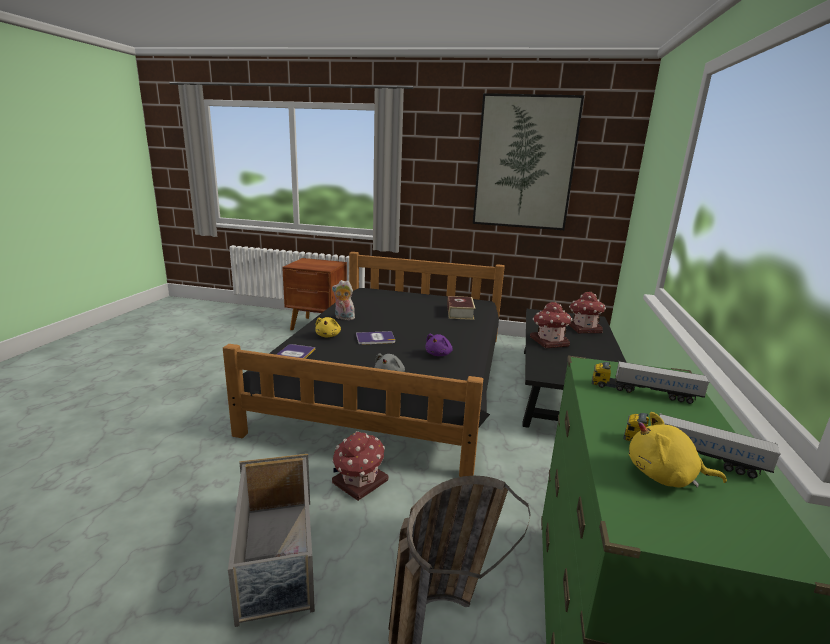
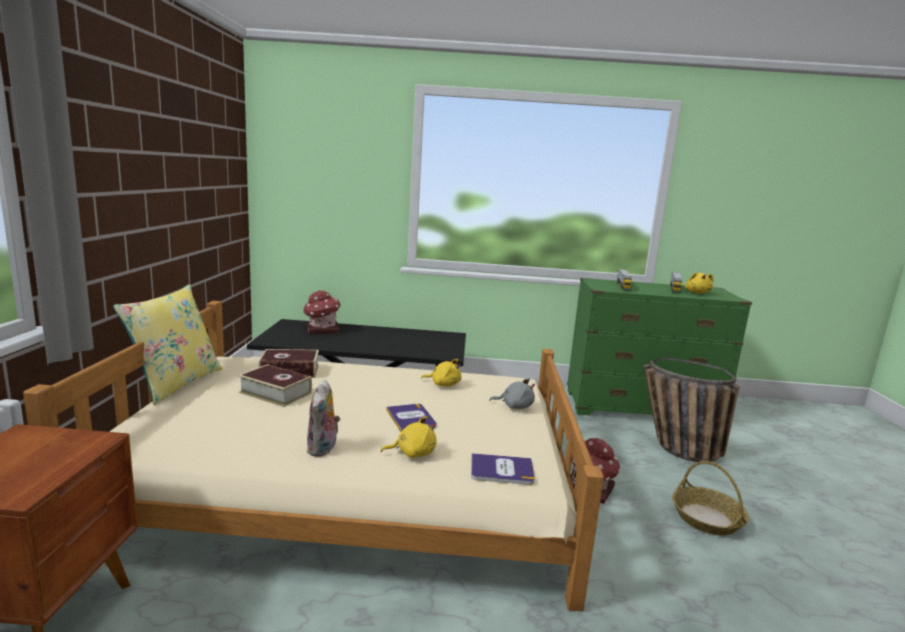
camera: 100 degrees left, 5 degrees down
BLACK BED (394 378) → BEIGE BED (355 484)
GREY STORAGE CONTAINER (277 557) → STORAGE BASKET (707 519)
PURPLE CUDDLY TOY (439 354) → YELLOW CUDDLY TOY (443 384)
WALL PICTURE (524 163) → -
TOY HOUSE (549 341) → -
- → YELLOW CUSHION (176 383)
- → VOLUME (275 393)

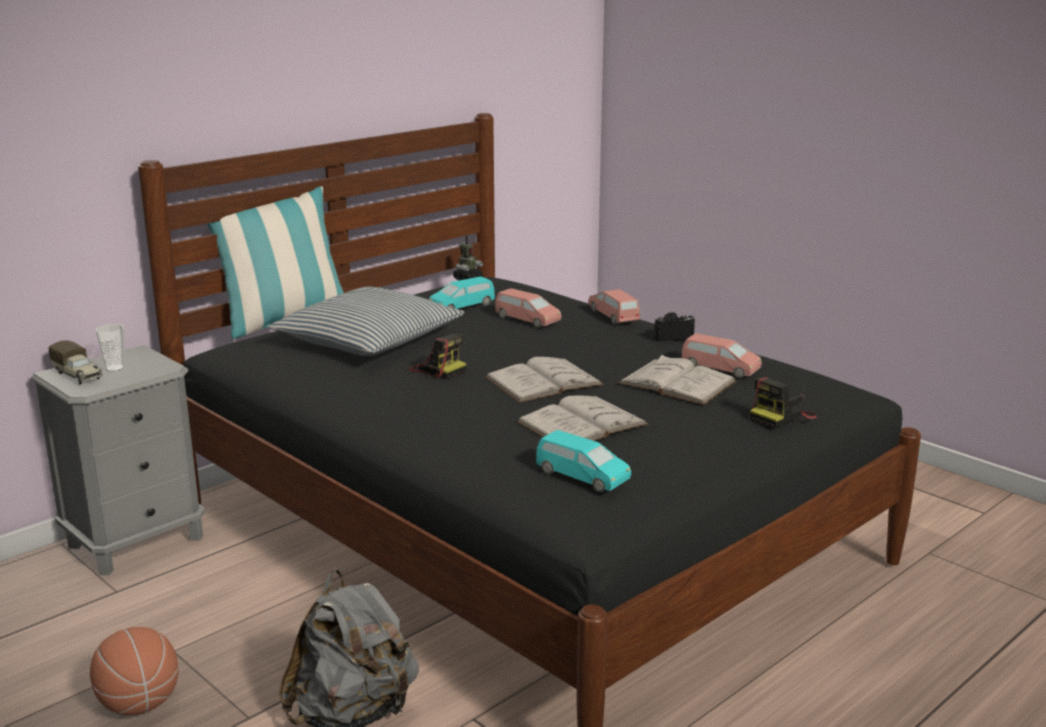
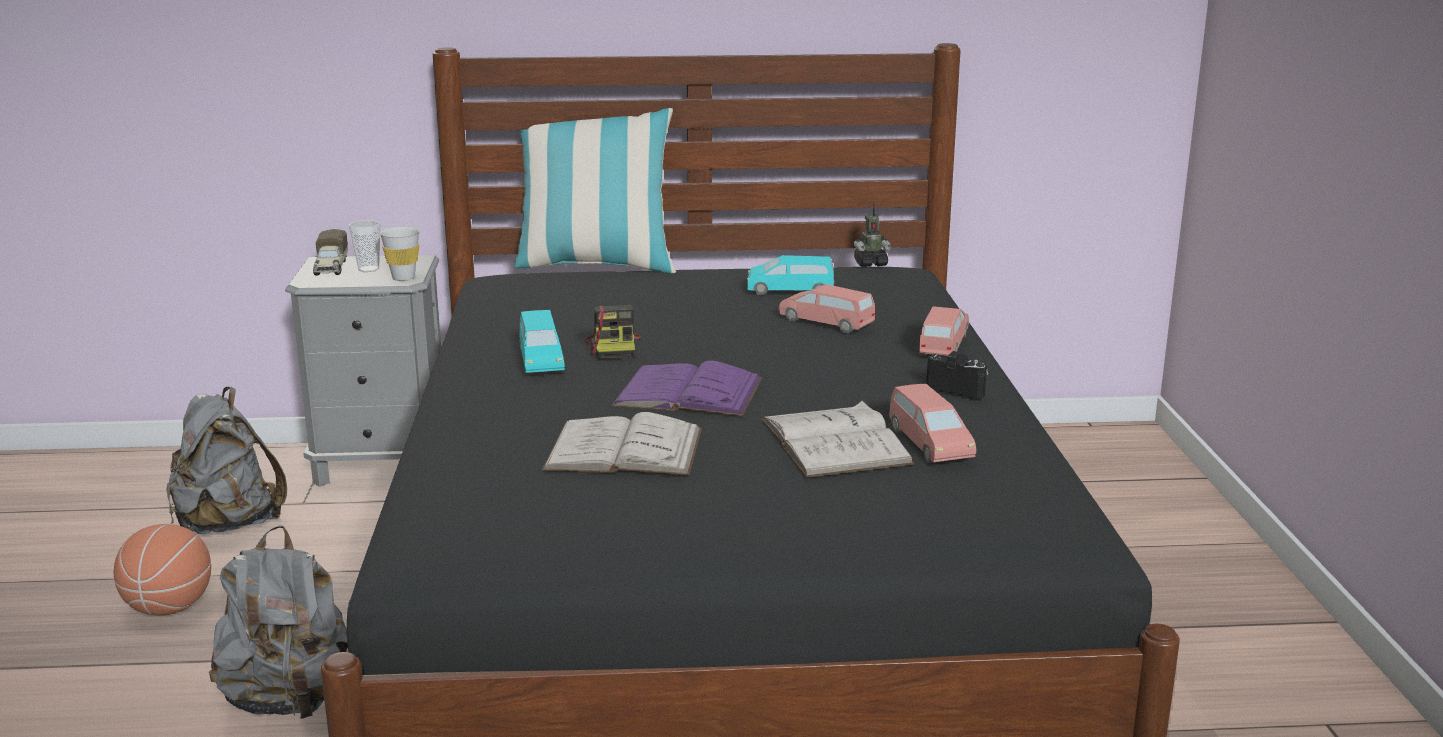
camera: 40 degrees right, 0 degrees up
CUSHION (368 340) → -
WHITISH VOLUME (543 381) → PURPLE VOLUME (688 392)
PINK TOY CAR (527 320) → PINK TOY CAR (826 323), 135 degrees clockwise
TURQUOISE-COLOURED TOY CAR (582 476) → TURQUOISE-COLOURED TOY CAR (541 360), shifted
PHOTO CAMERA (781 416) → -
- → GREY BACKPACK (227 524)
- → WHITISH SMALL CUP (403 278)

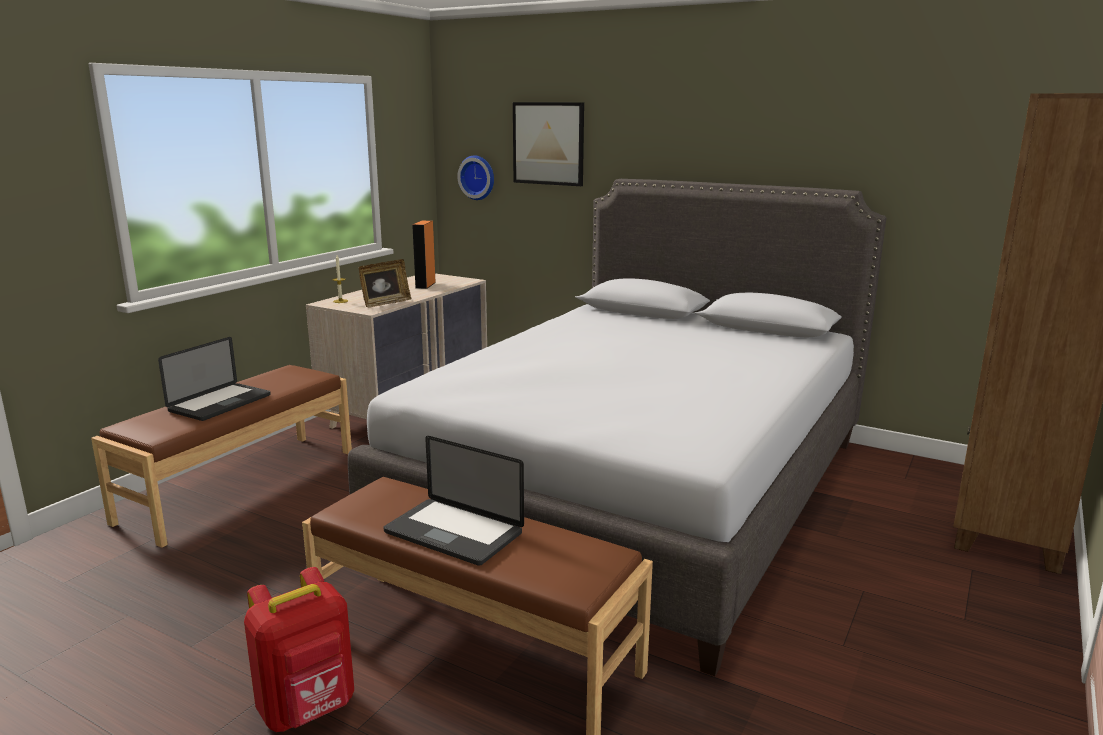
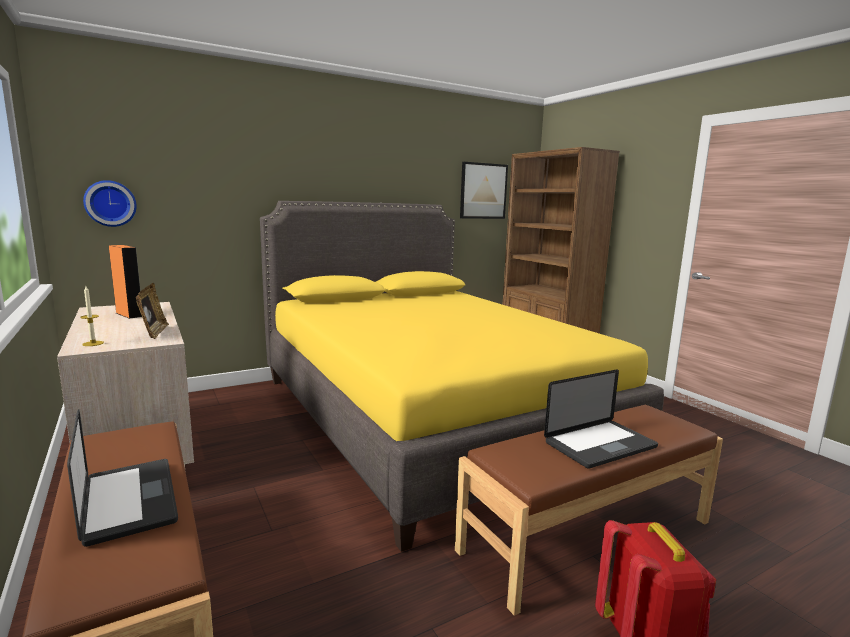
camera: 60 degrees left, 5 degrees down
GREY BED (638 490) → YELLOW BED (428 417)
WALL PICTURE (548 143) → WALL PICTURE (483 191), shifted

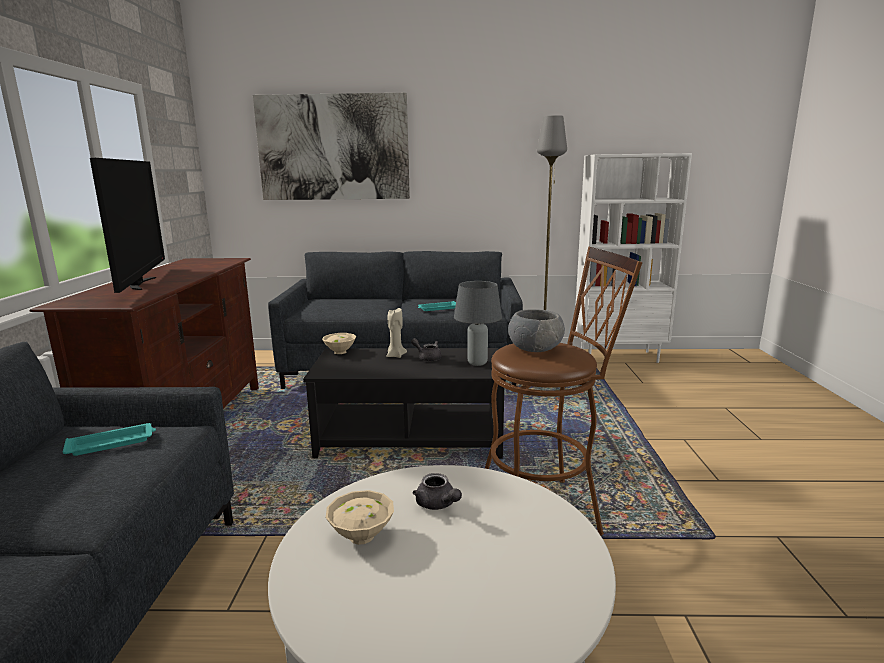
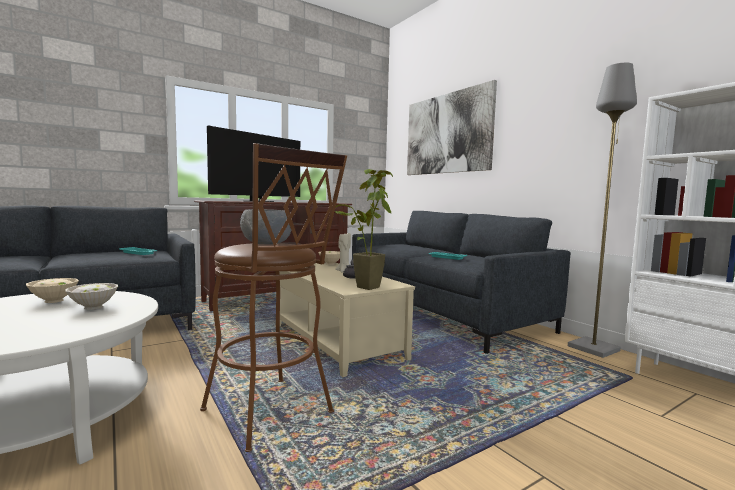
camera: 55 degrees right, 10 degrees down
BLACK LOW TABLE (410 437) → BEIGE LOW TABLE (337 341)
GREY TEAPOT (438 505) → WHITISH DEEP DISH (93 307)
GREY TABLETOP LAMP (477 363) → PLANT IN A POT (363 286)

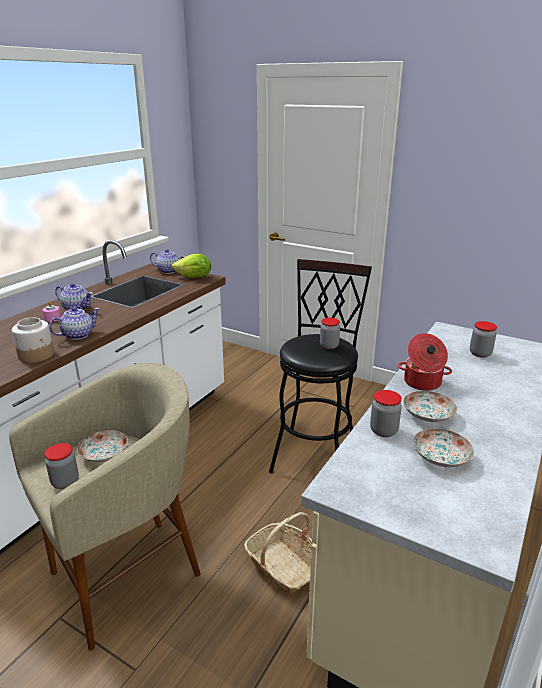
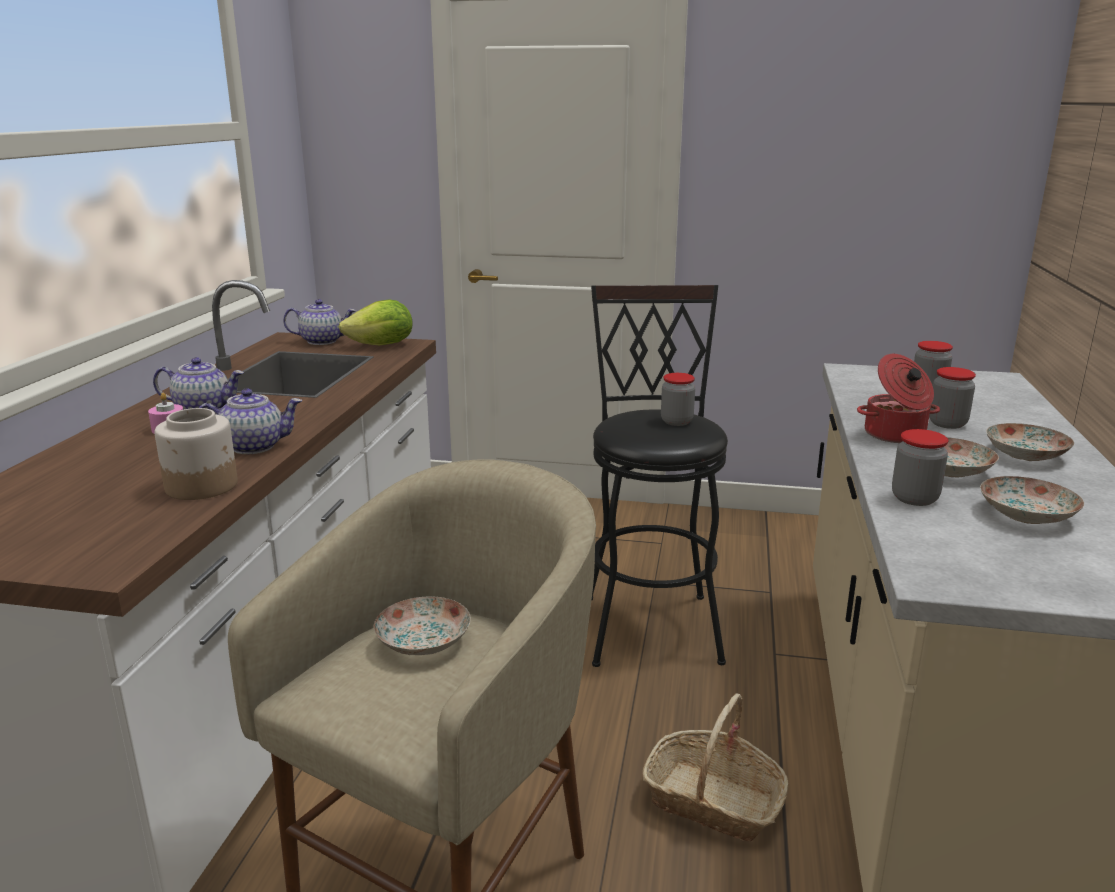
camera: 20 degrees left, 5 degrees down
PRESERVE JAR (65 482) → PRESERVE JAR (947 424), shifted
TEAPOT (78 335) → TEAPOT (254 446), 45 degrees clockwise
- → PLATE (1026 455)

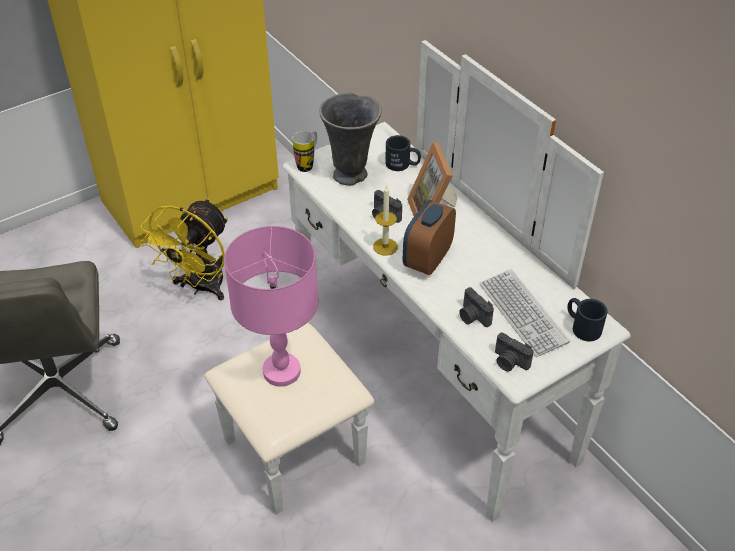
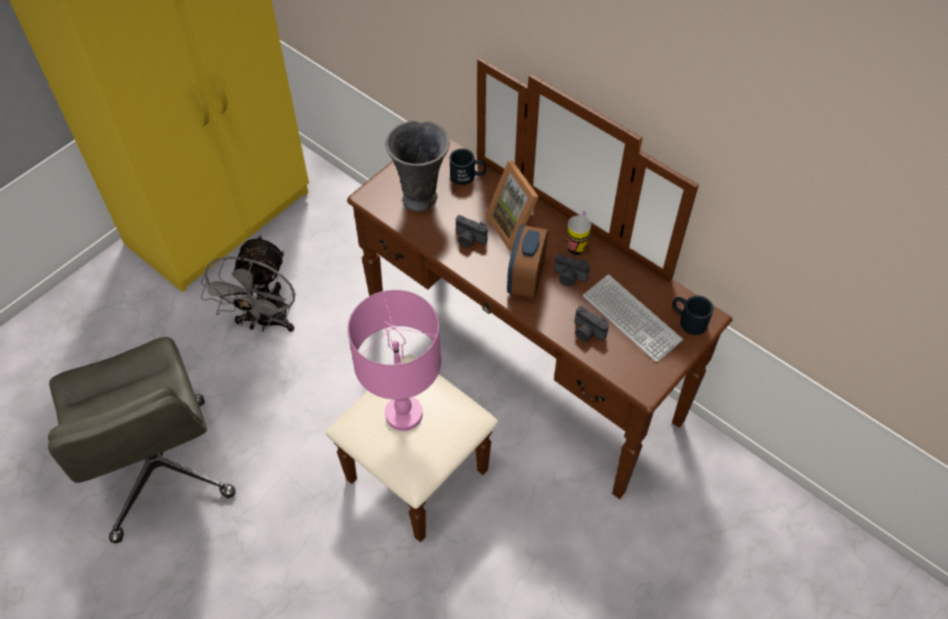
camera: 15 degrees left, 10 degrees up
YELLOW ELECTRIC FAN (200 287) → GREY ELECTRIC FAN (266 322)
WHITISH CHEST OF DRAWERS (401 393) → BROWNISH CHEST OF DRAWERS (500 391)
MUG (308 164) → MUG (577 245), shifted
WAX CANDLE (385 246) → -
PHOTO CAMERA (509 362) → PHOTO CAMERA (569 277), shifted

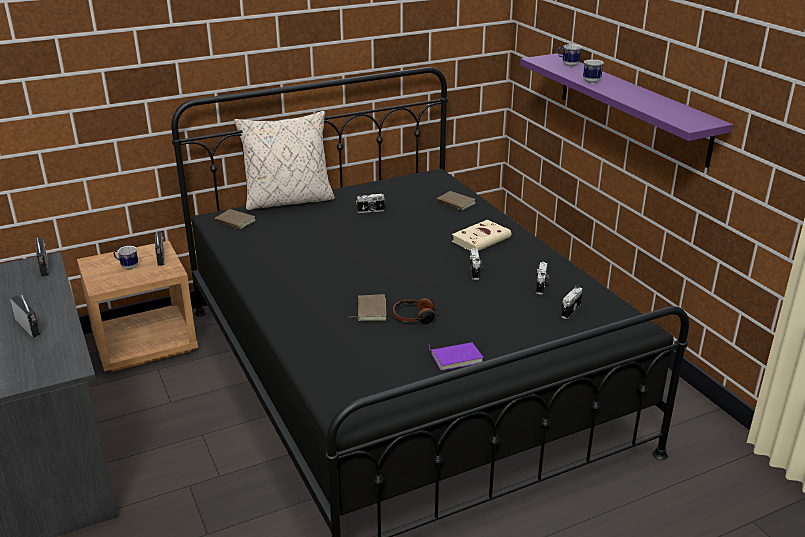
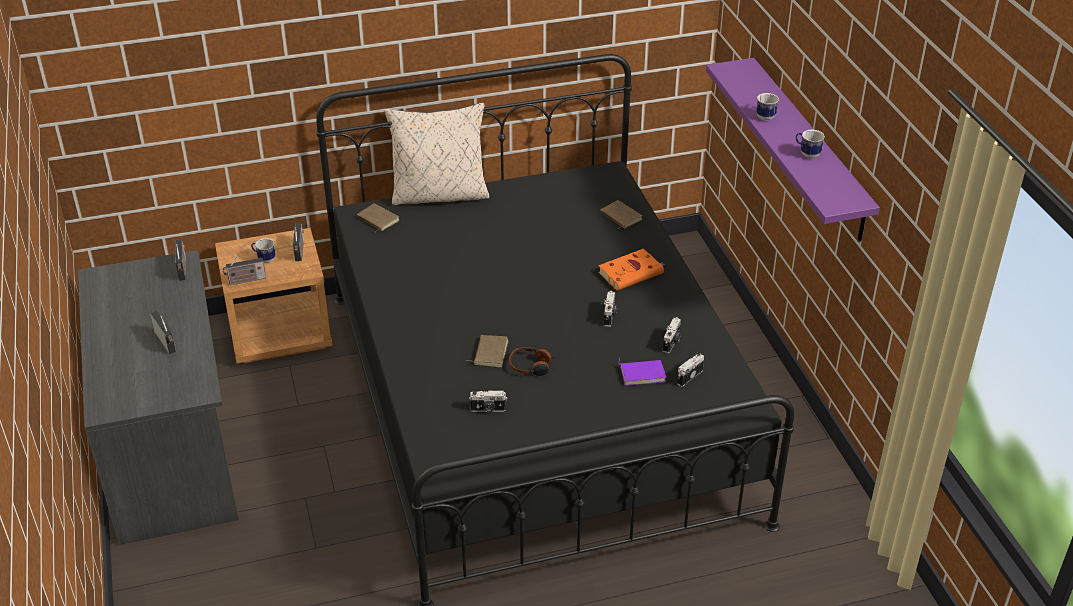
camera: 10 degrees right, 10 degrees up
PHOTO CAMERA (371 211) → PHOTO CAMERA (488 409), shifted
PURPLE VOLUME (456 357) → PURPLE VOLUME (642 373), shifted
BEIGE VOLUME (482 239) → ORANGE-COLOURED VOLUME (632 272)
MUG (568 65) → MUG (807 153), shifted
- → RADIO SET (245 280)

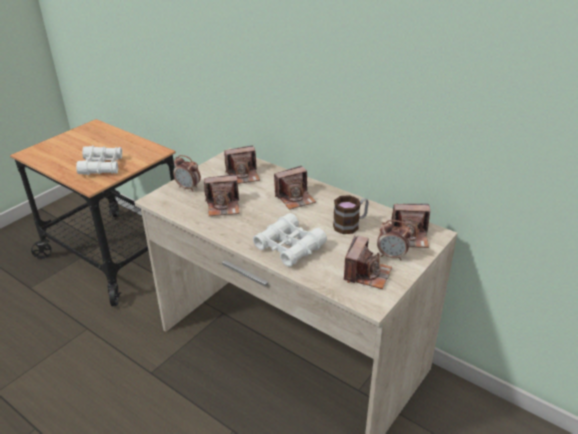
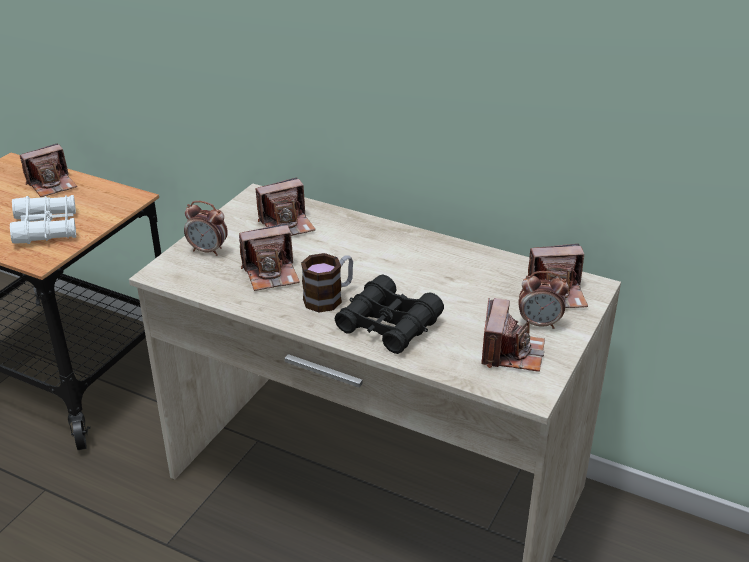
camera: 10 degrees left, 0 degrees up
WHITISH FIELD GLASSES (289 247) → BLACK FIELD GLASSES (388 325)
PHOTO CAMERA (295 198) → PHOTO CAMERA (52 185), shifted
MUG (350 225) → MUG (329 297), shifted

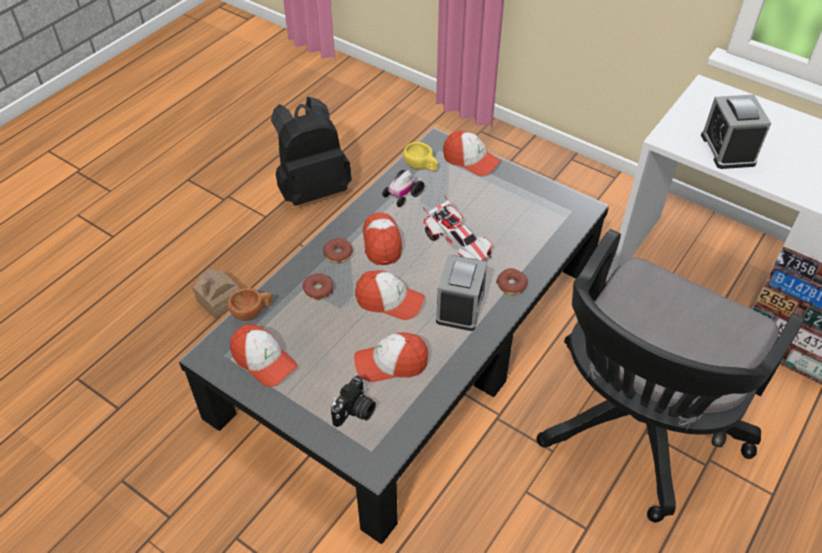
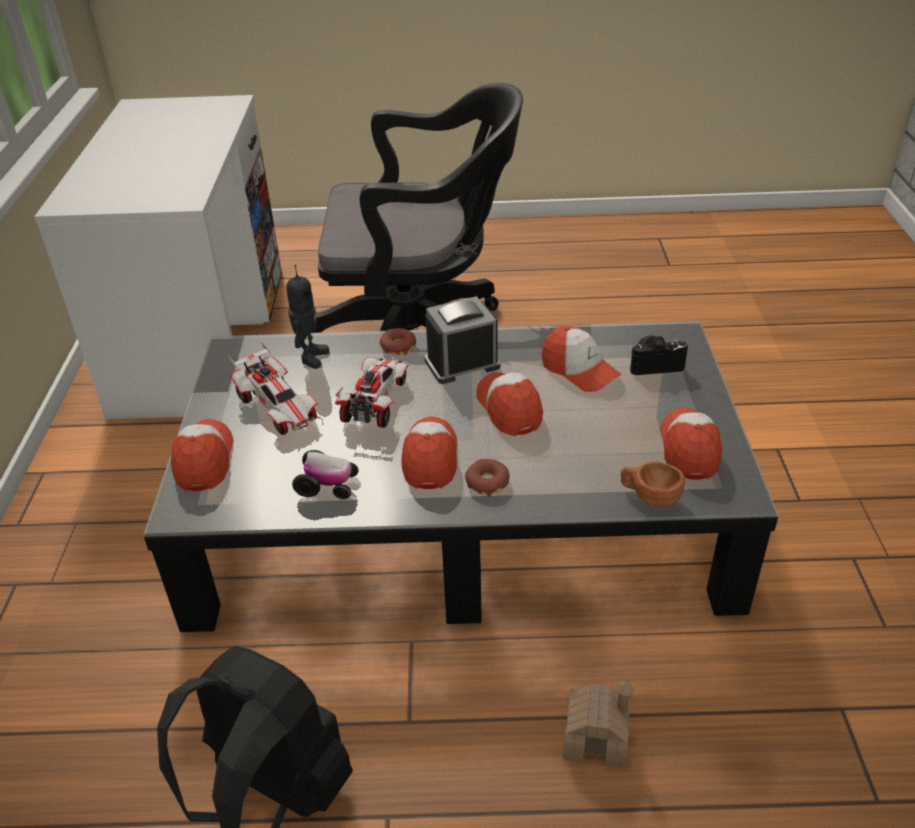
camera: 125 degrees left, 10 degrees down
DONUT (318 290) → -
BASEBALL CAP (382 242) → BASEBALL CAP (430 458), 135 degrees clockwise
YELLOW SMALL CUP (421 166) → -
BEDSIDE CLOCK (727 149) → -
- → TOY CAR (278 408)
- → TOY ROBOT (311 357)

